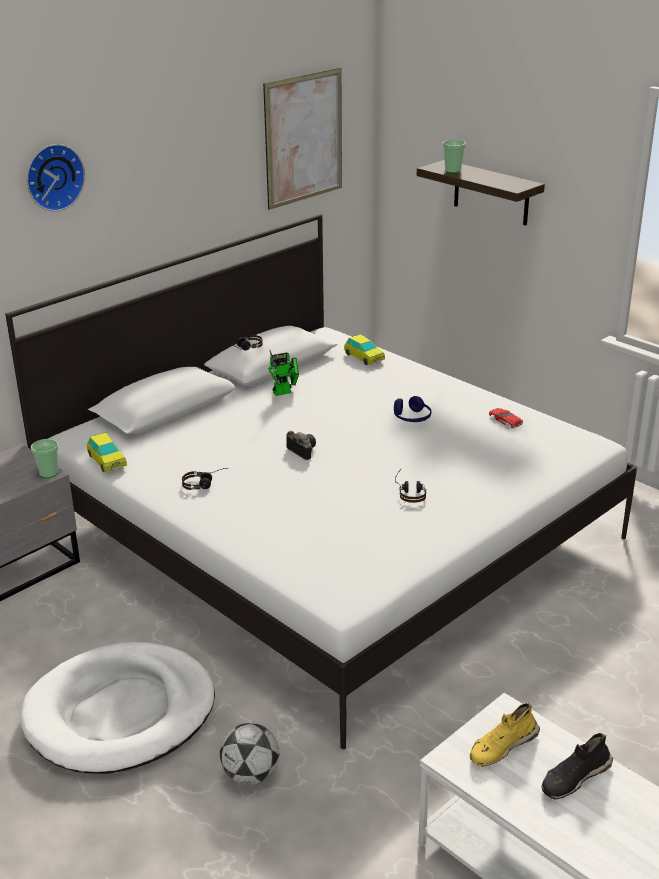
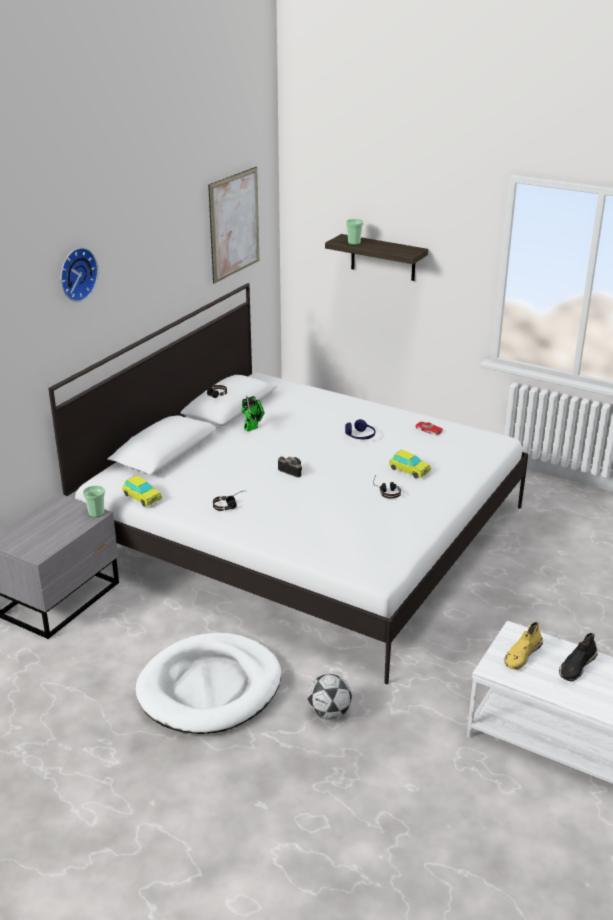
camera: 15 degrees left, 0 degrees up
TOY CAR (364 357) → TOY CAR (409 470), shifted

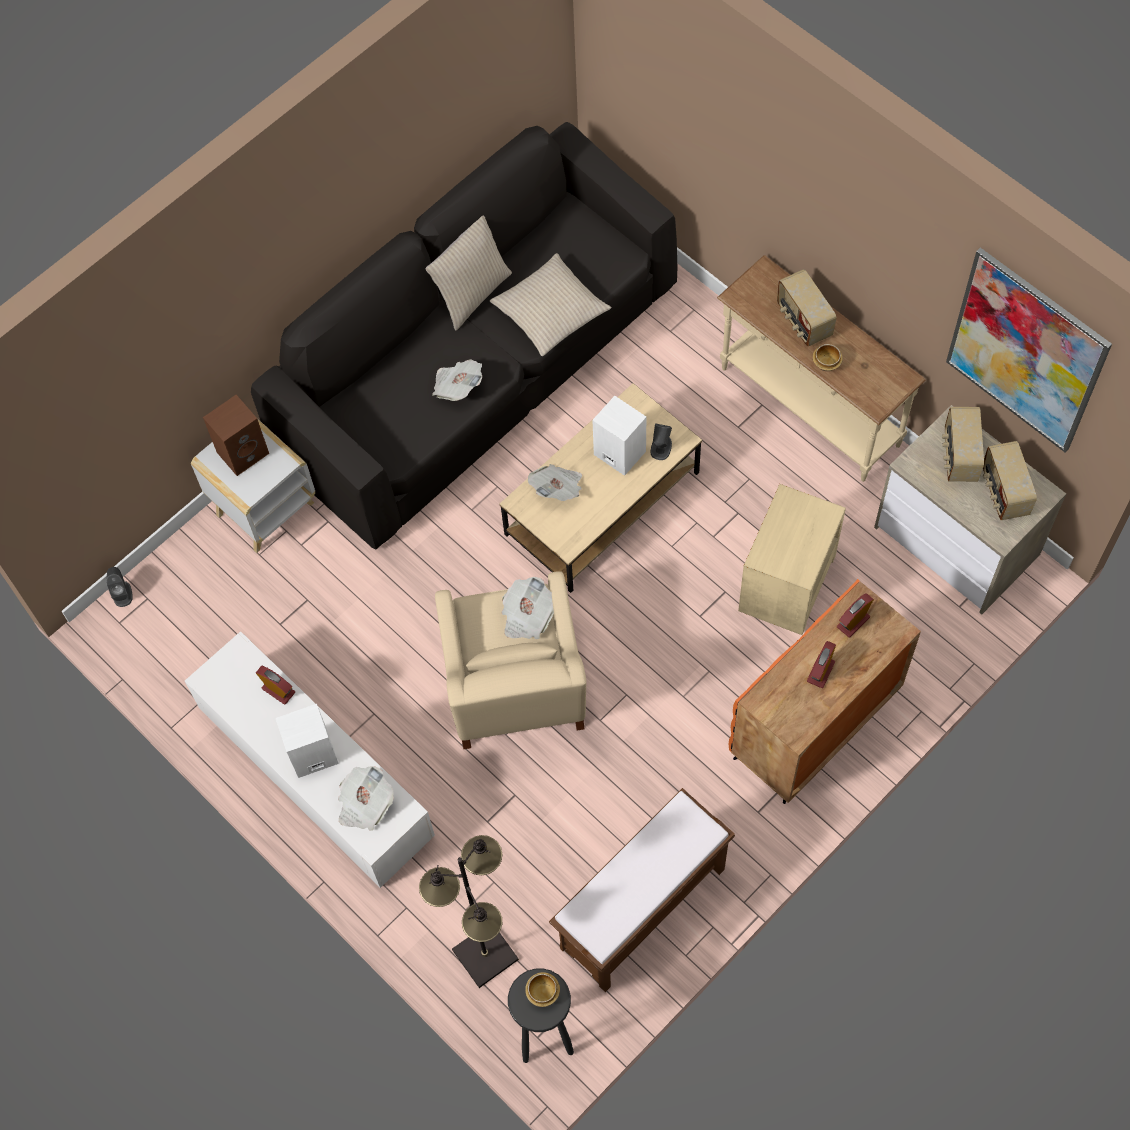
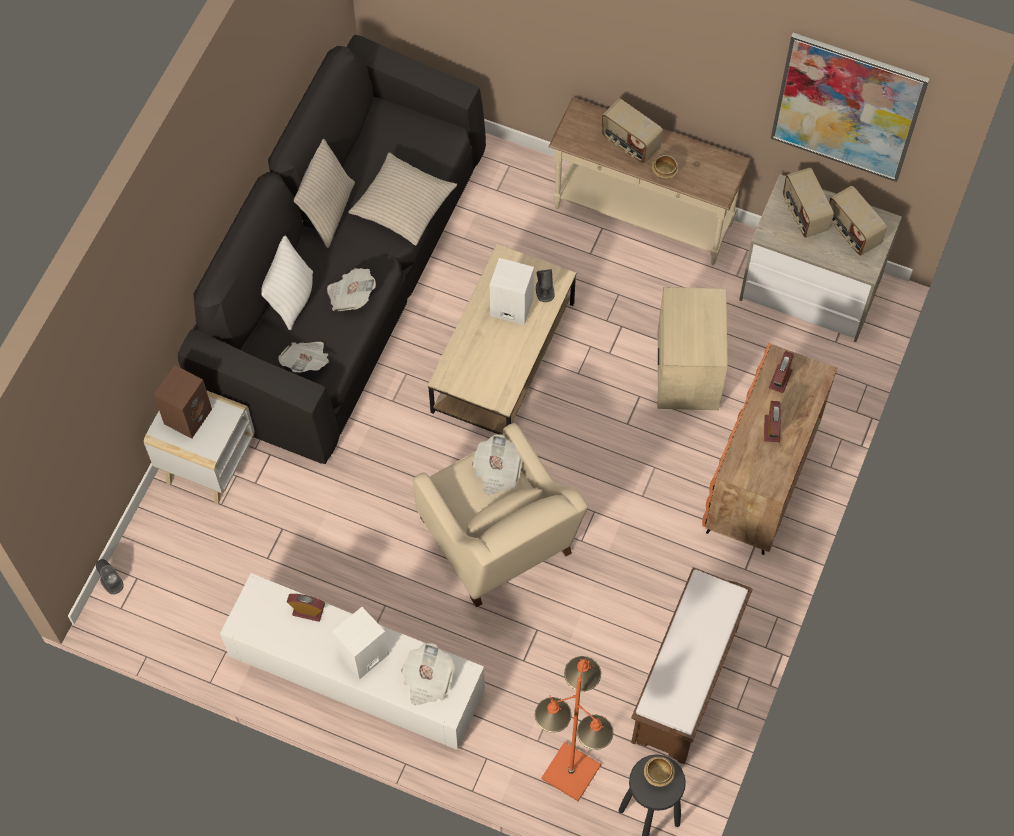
camera: 25 degrees left, 0 degrees up
BLACK FLOOR LAMP (486 955) → ORANGE-COLOURED FLOOR LAMP (572 772)
PRINTED PAPER (558 489) → PRINTED PAPER (306 362), shifted
- → WHITISH CUSHION (292 298)

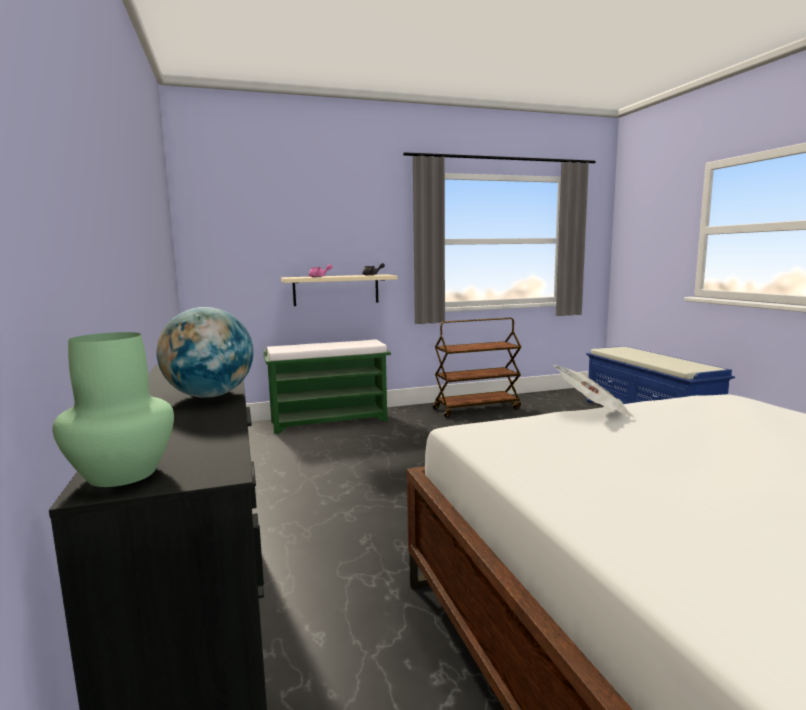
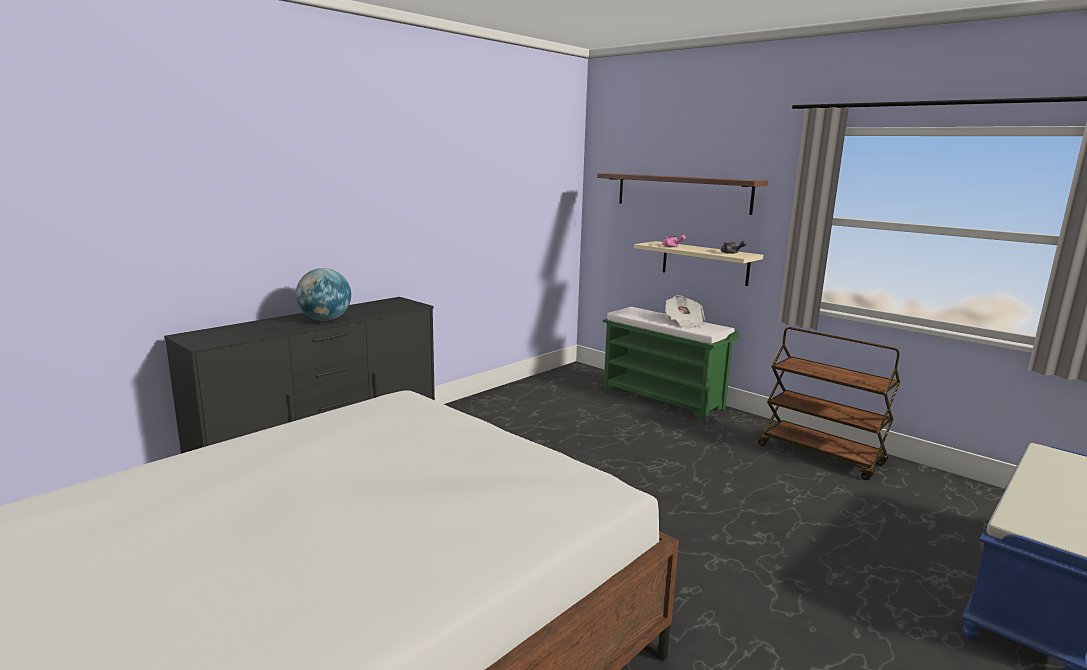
camera: 60 degrees right, 5 degrees up
GREENISH DECORATIVE VASE (120 474) → -
PRINTED PAPER (593 411) → PRINTED PAPER (684 323), shifted
- → WALL SHELF (682 192)

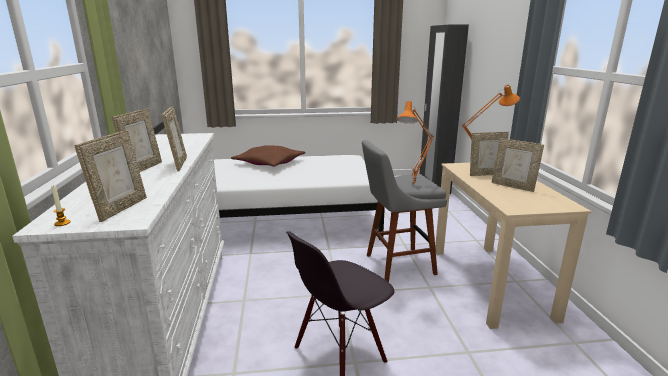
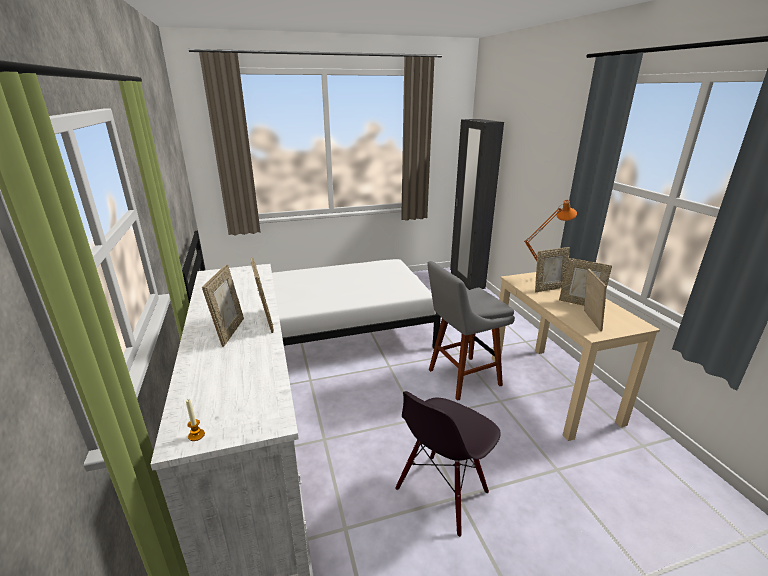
camera: 10 degrees left, 5 degrees up
PHOTO FRAME (121 208) → PHOTO FRAME (589 320), shifted
BROWNISH CUSHION (269 163) → -
ORANGE-COLOURED TABLETOP LAMP (414 185) → -

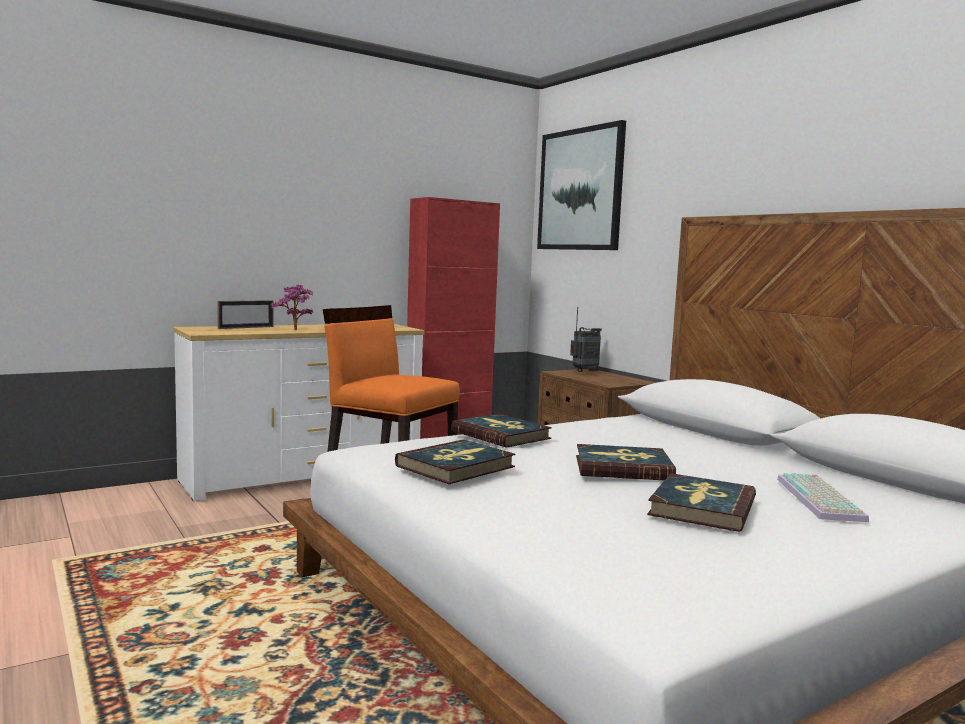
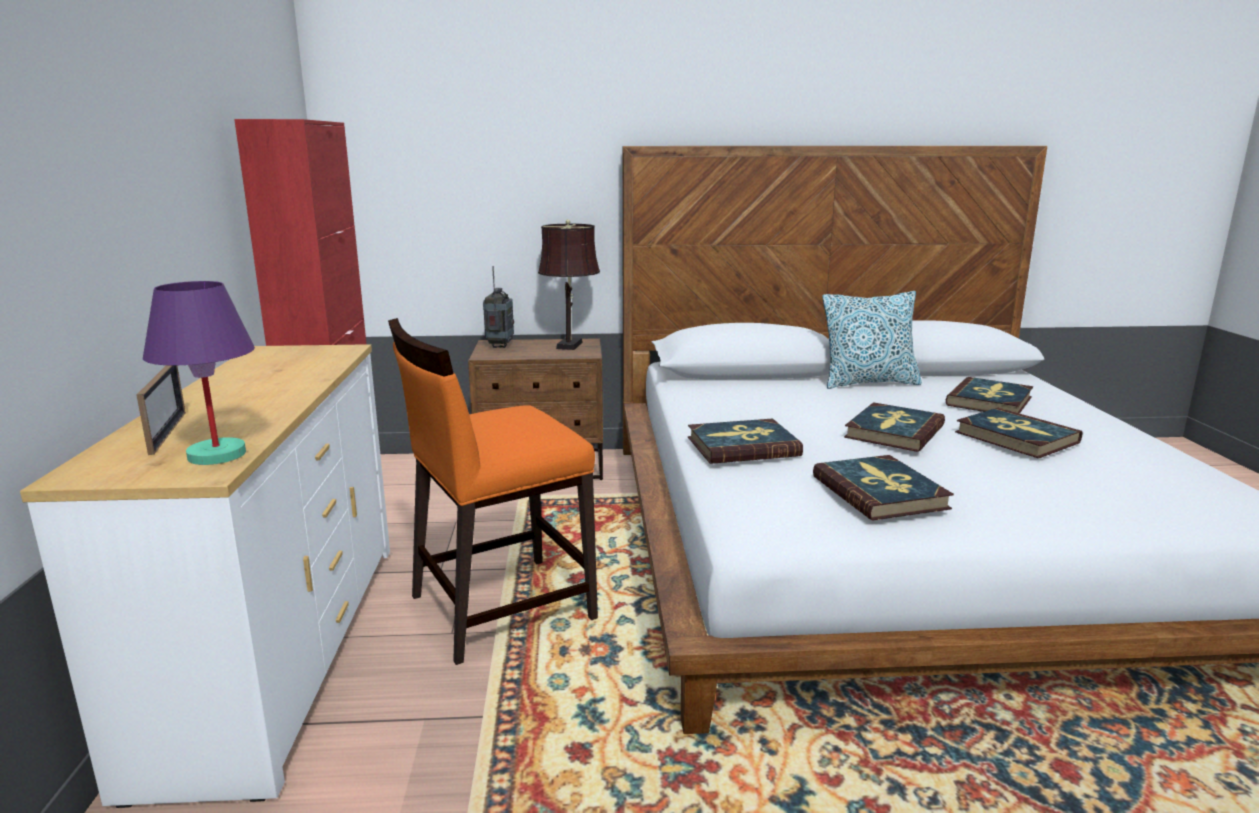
camera: 60 degrees left, 10 degrees up
PLANT IN A POT (295 330) → -
WALL PICTURE (580 189) → -
COMPUTER KEYBOARD (822 499) → VOLUME (990 401)
- → PURPLE TABLETOP LAMP (216 455)
- → BROWNISH TABLETOP LAMP (570 344)
- → CUSHION (868 382)

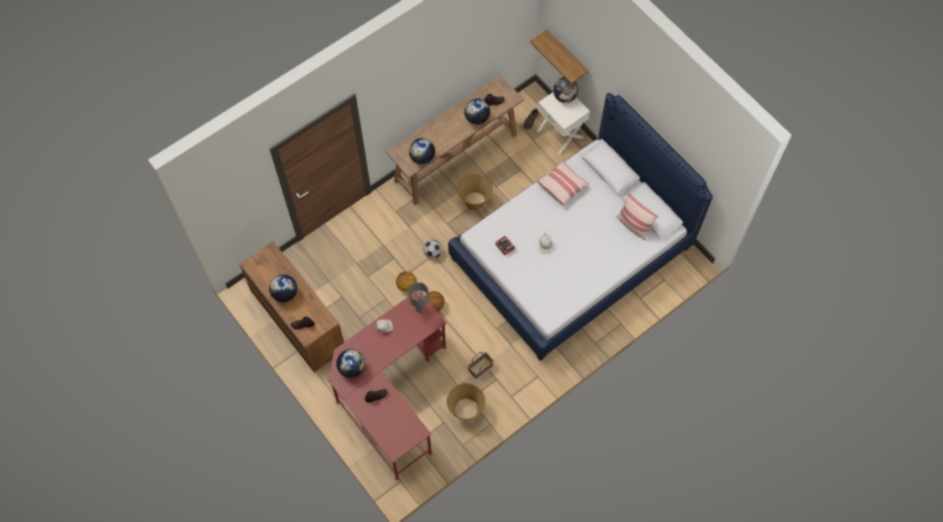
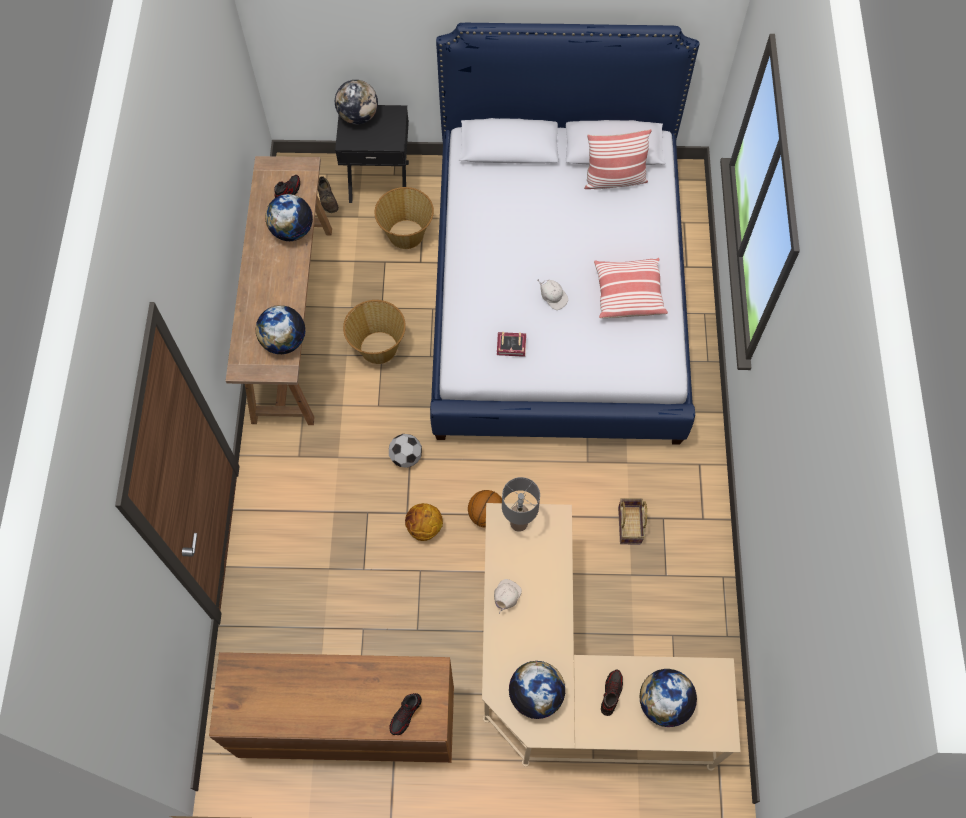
camera: 50 degrees left, 0 degrees up
DESK GLOBE (285 293) → DESK GLOBE (663 702), shifted
REDDISH DESK TABLE (389 393) → BEIGE DESK TABLE (571 677)
STORAGE BASKET (466 409) → STORAGE BASKET (406 235), shifted
WALL SHELF (567 55) → -
CUSHION (562 186) → CUSHION (628 294), shifted
WHITISH NIGHT TABLE (561 133) → BLACK NIGHT TABLE (379 180)

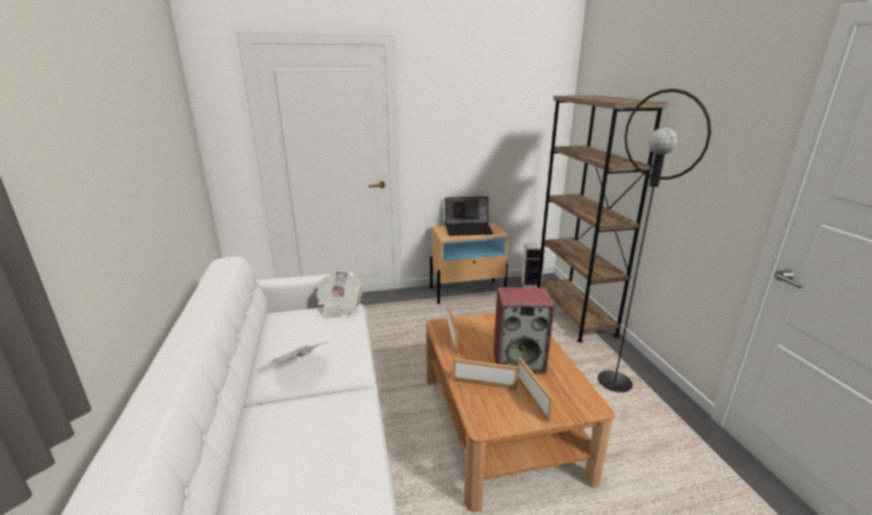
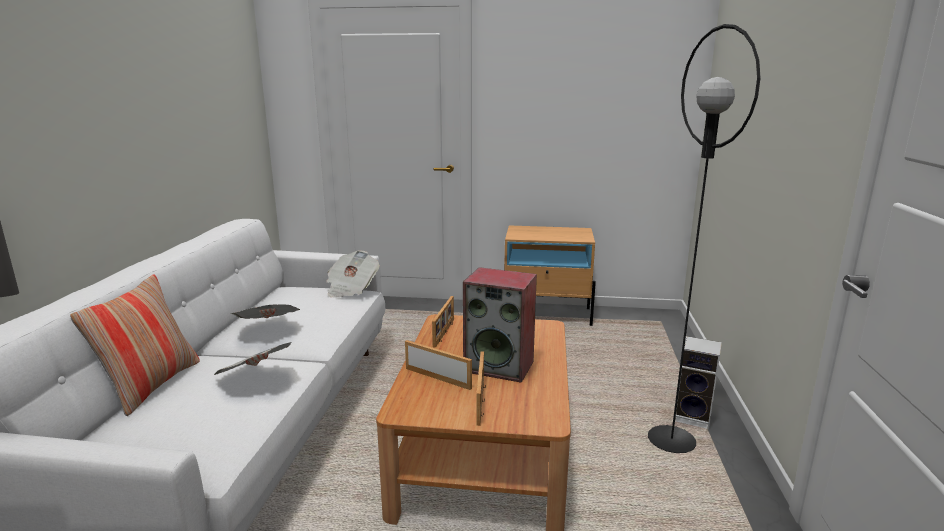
camera: 20 degrees right, 5 degrees down
PORTABLE COMPUTER (468 229) → -
SPEAKER (532 285) → SPEAKER (694 418), shifted
BROWNISH BOOKSHELF (573 314) → -
- → CUSHION (151 385)
- → PRINTED PAPER (255 377)

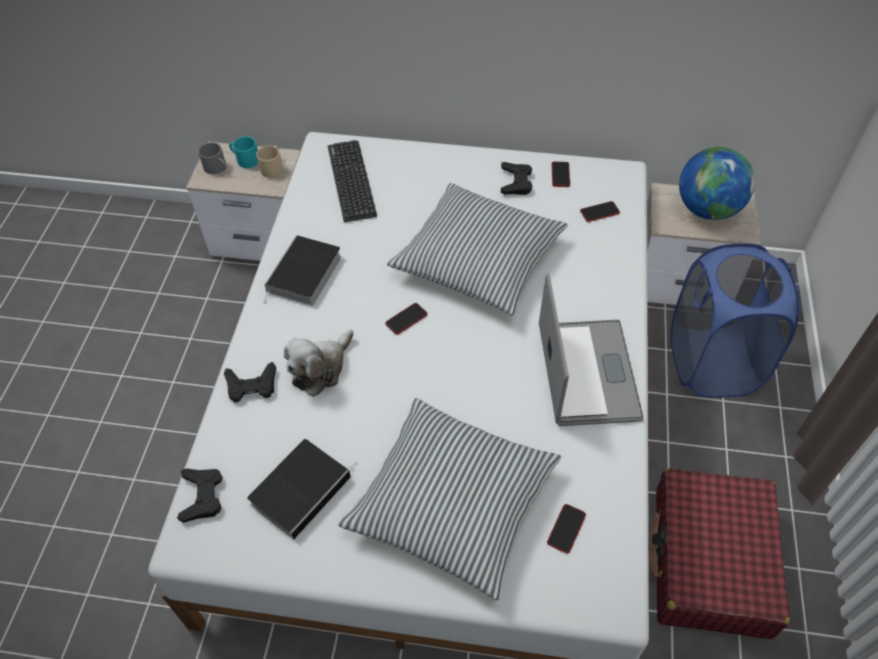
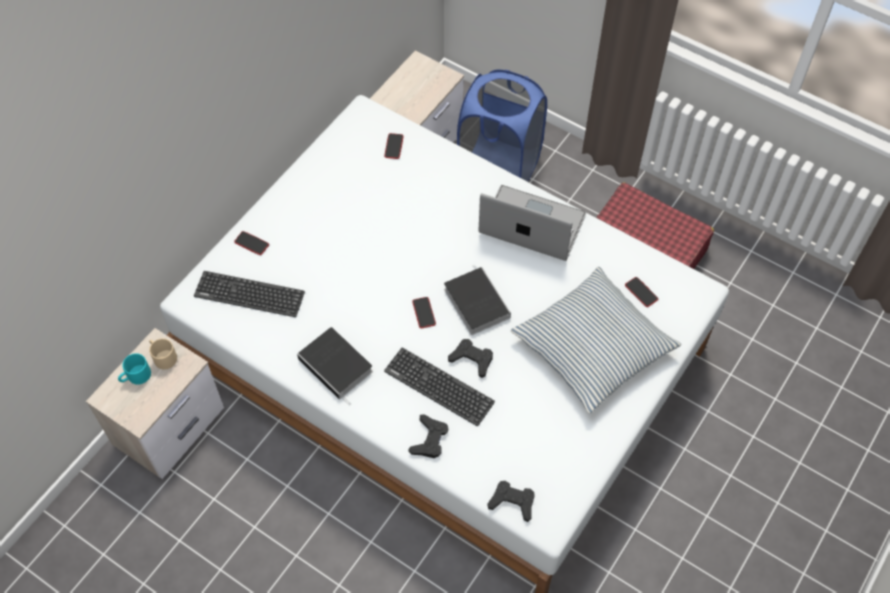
camera: 65 degrees left, 5 degrees up
GREY MUG (217 168) → -
VOLUME (302 488) → VOLUME (475 302), shifted
CUDDLY TOY (321 368) → COMPUTER KEYBOARD (439 386)
CUSHION (478 259) → -
BLACK GAMEPAD (516 182) → BLACK GAMEPAD (472 359), shifted
TELEPHONE (560 175) → TELEPHONE (251 243), shifted
DESK GLOBE (707 209) → -

